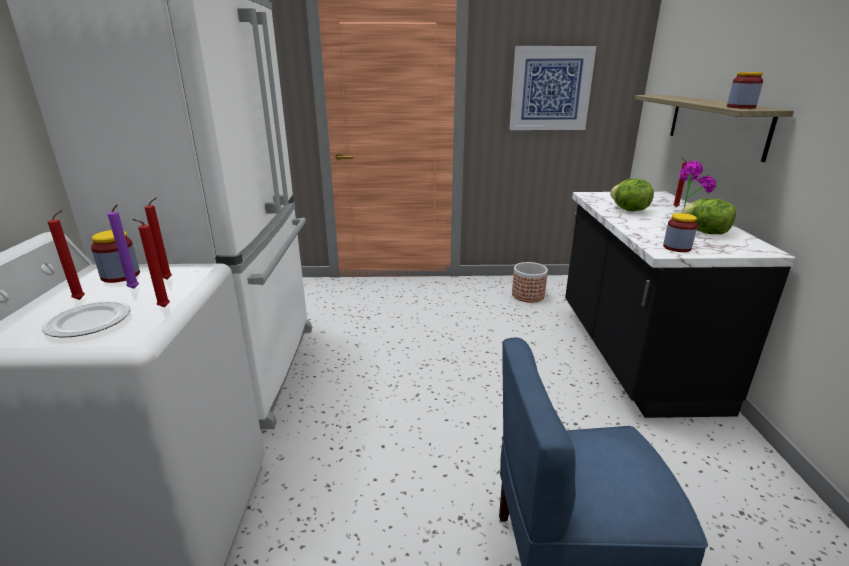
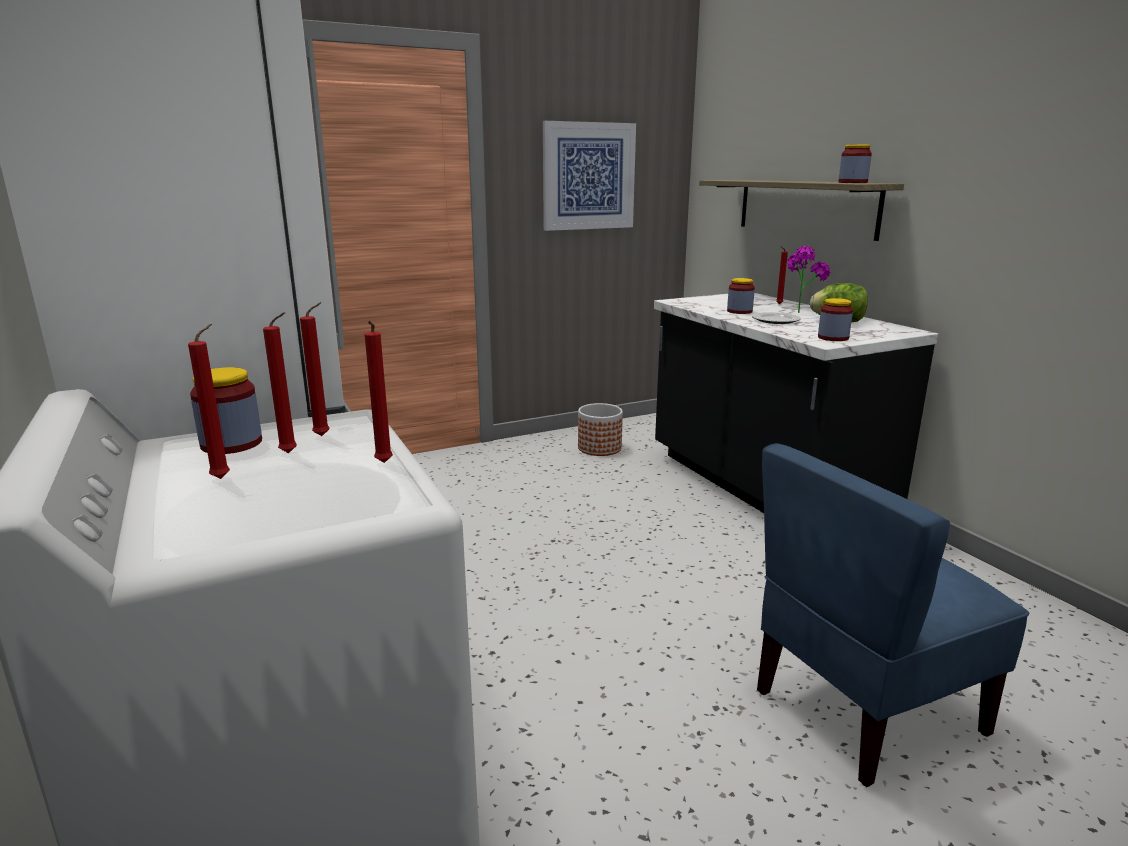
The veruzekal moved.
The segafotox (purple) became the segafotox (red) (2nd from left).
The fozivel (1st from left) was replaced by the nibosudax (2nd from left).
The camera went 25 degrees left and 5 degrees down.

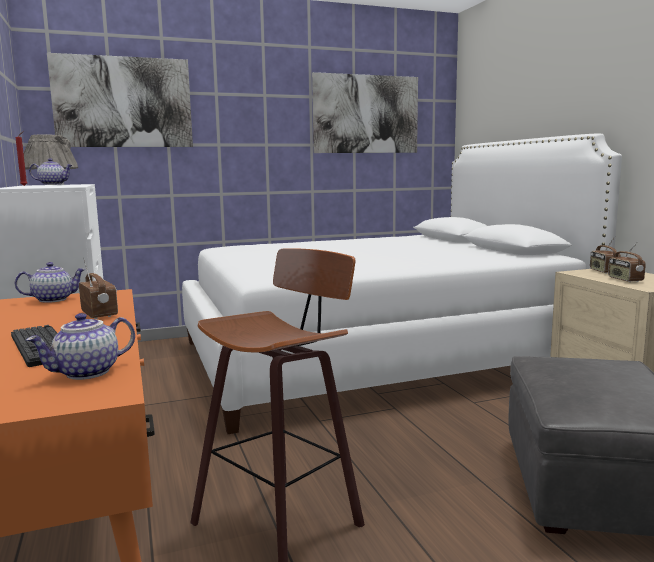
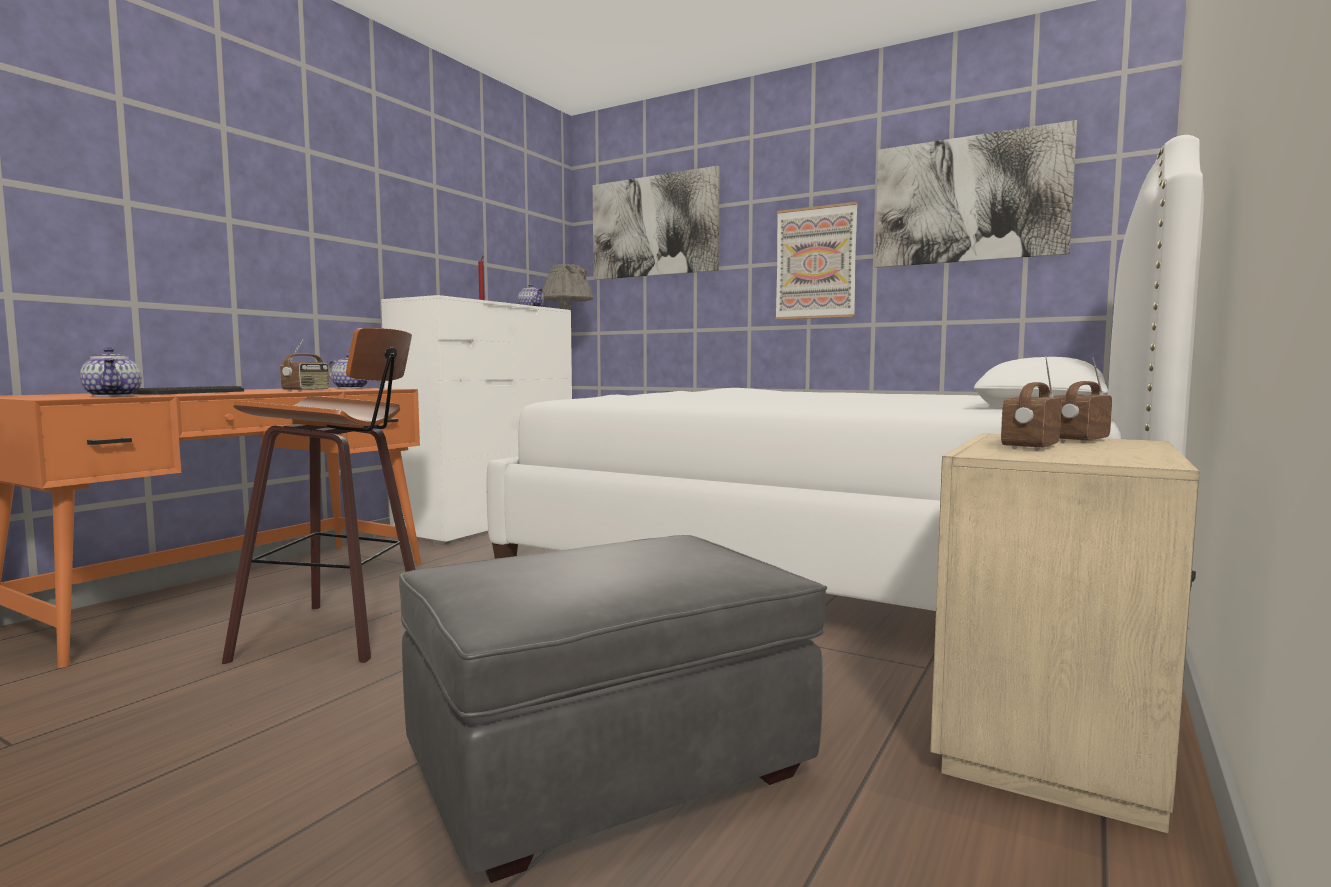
The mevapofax (3rd from left in the first image) turned 135 degrees counterclockwise.
The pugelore (2nd from left) appeared.
The camera went 50 degrees right and 5 degrees down.

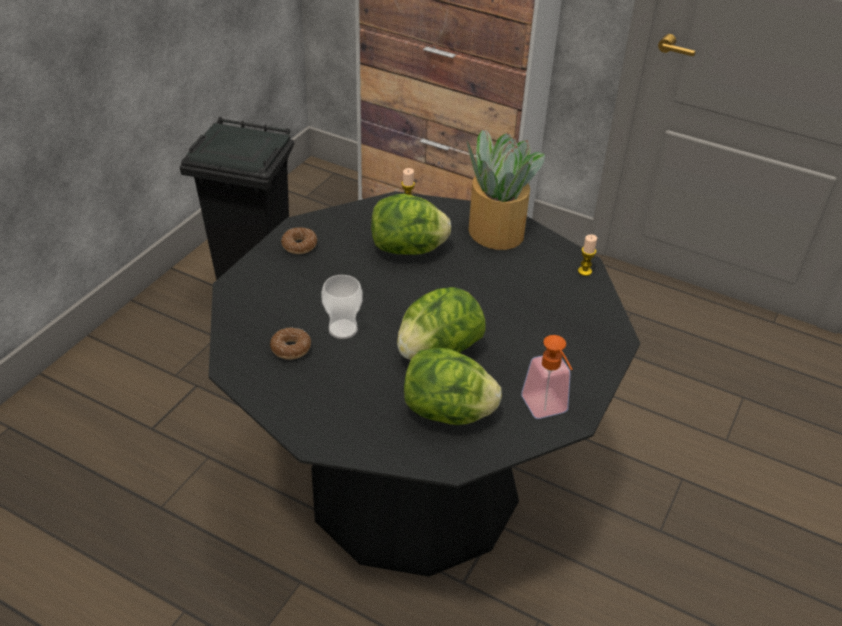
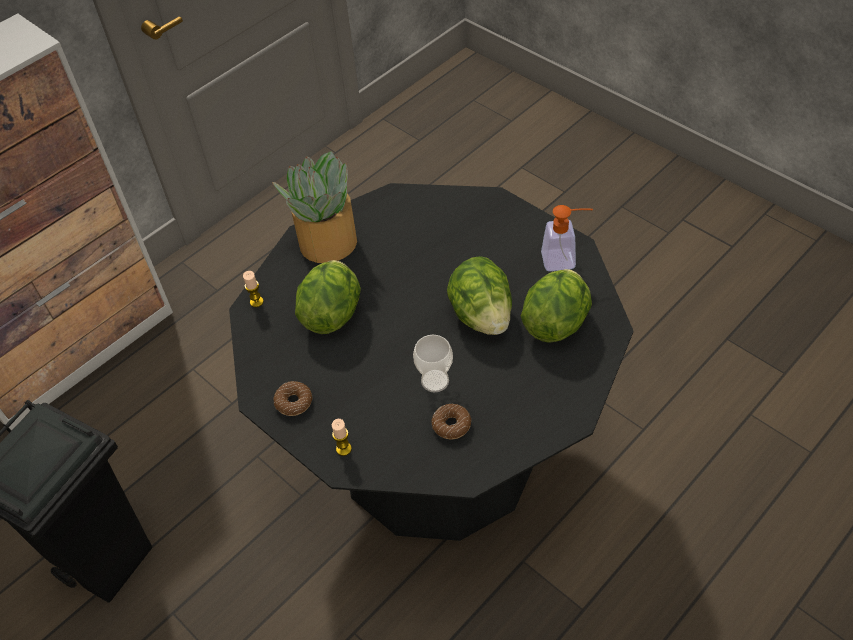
The segafotox (2nd from left) moved.
The camera went 70 degrees left and 10 degrees up.

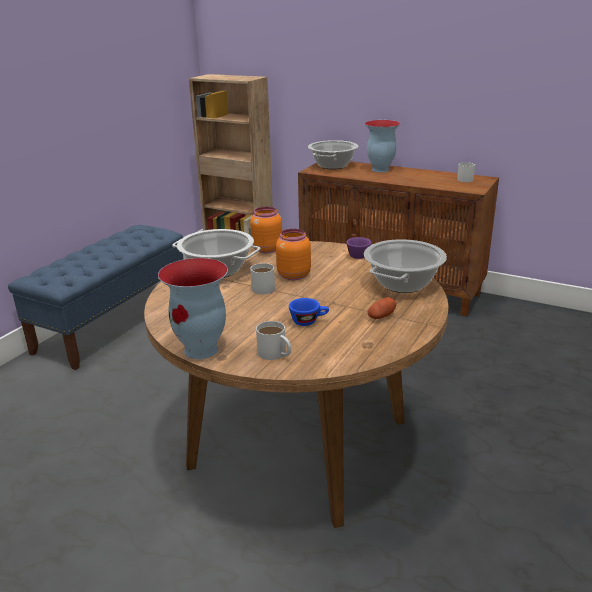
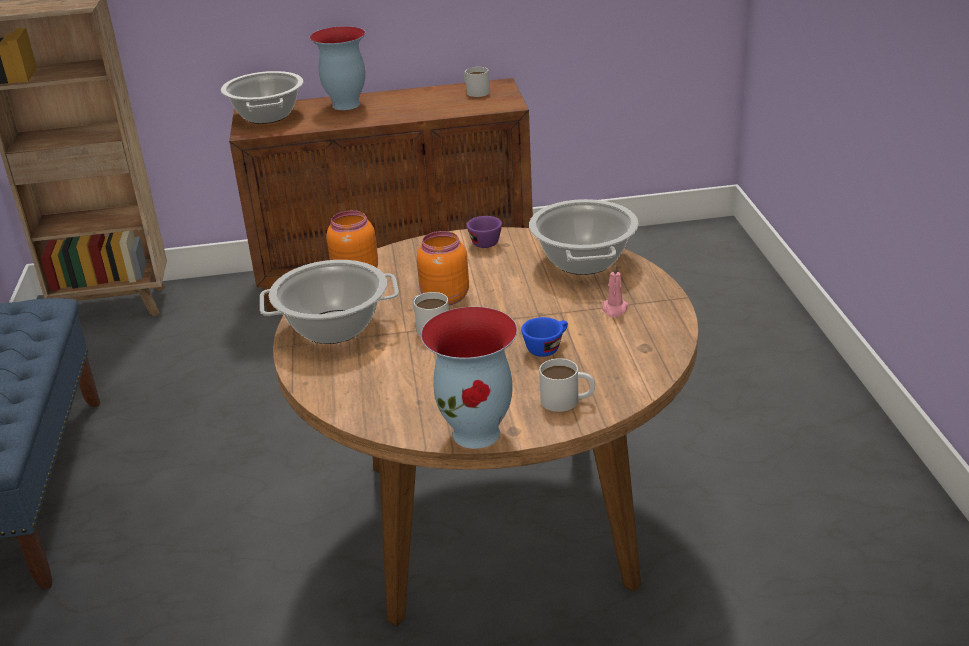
The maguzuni was replaced by the segafotox (pink).
The camera went 35 degrees left and 5 degrees up.

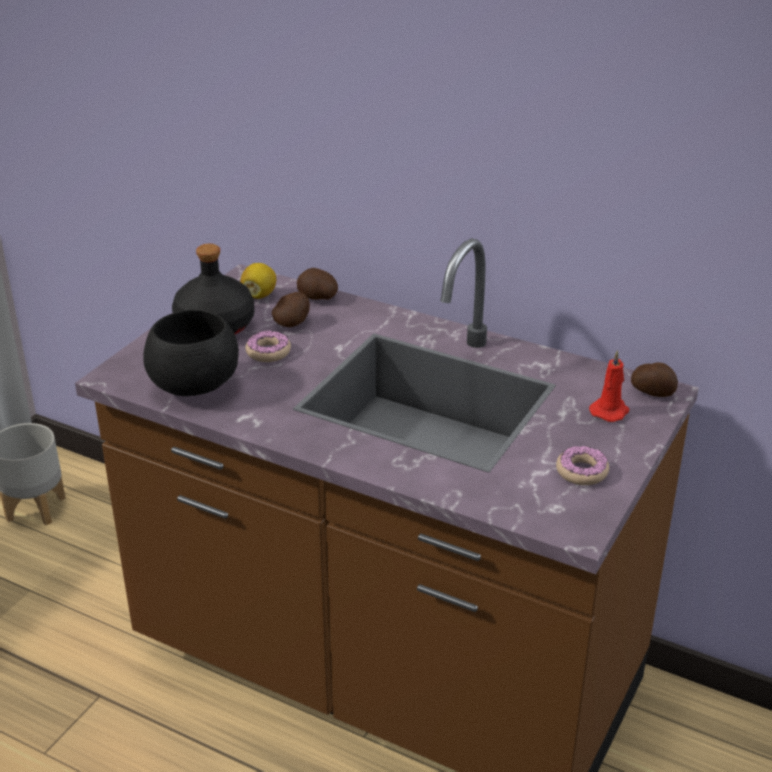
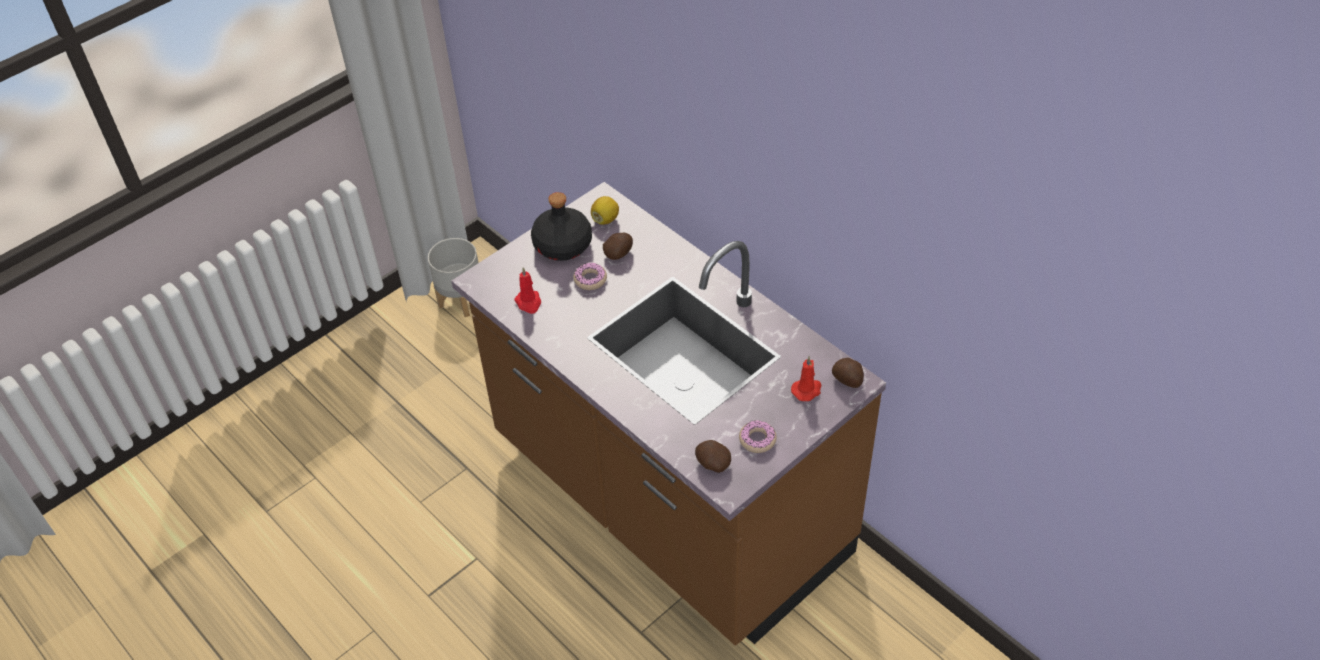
The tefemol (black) was replaced by the segafotox (red) (1st from left).
The maguzuni (2nd from left) moved.
The camera went 20 degrees right and 15 degrees up.

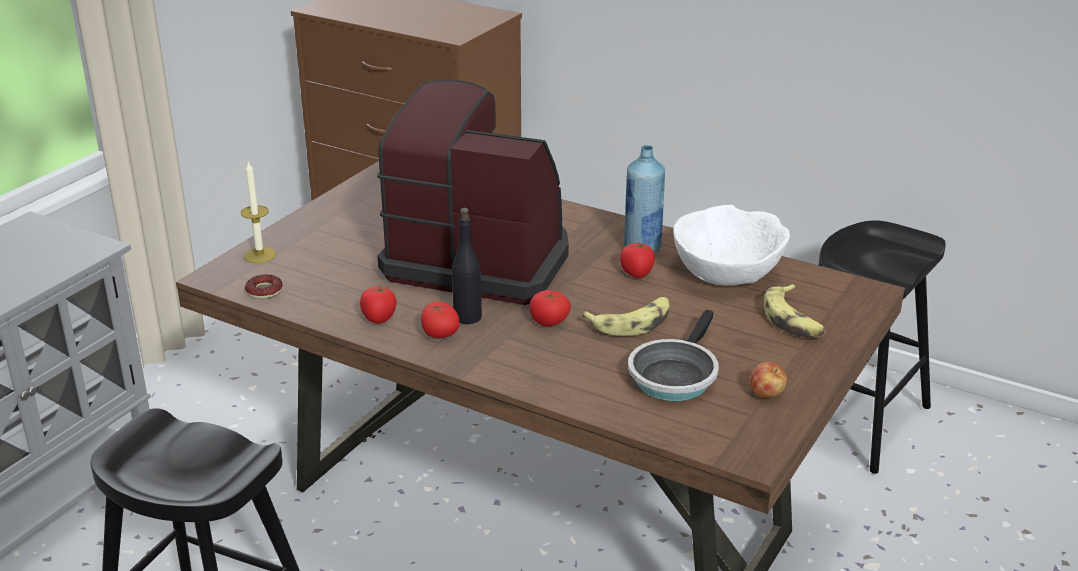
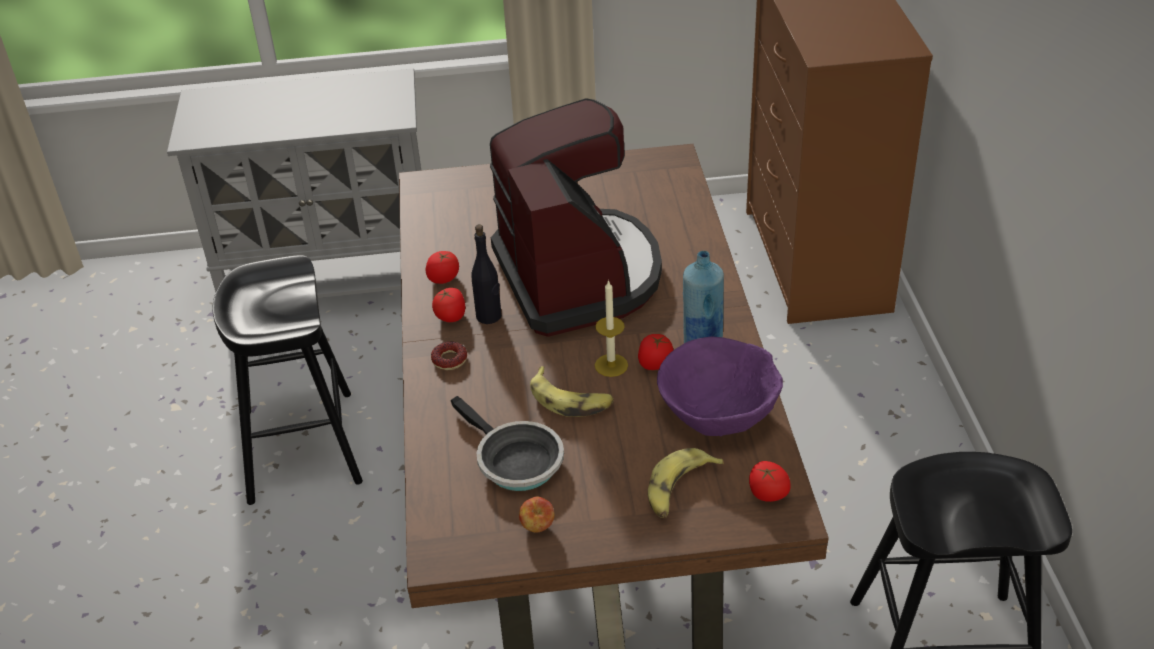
The segafotox moved.
The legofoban moved.
The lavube (3rd from left in the first image) moved.
The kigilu turned 120 degrees counterclockwise.
The tefemol (white) became the tefemol (purple).
The camera went 55 degrees right and 10 degrees up.

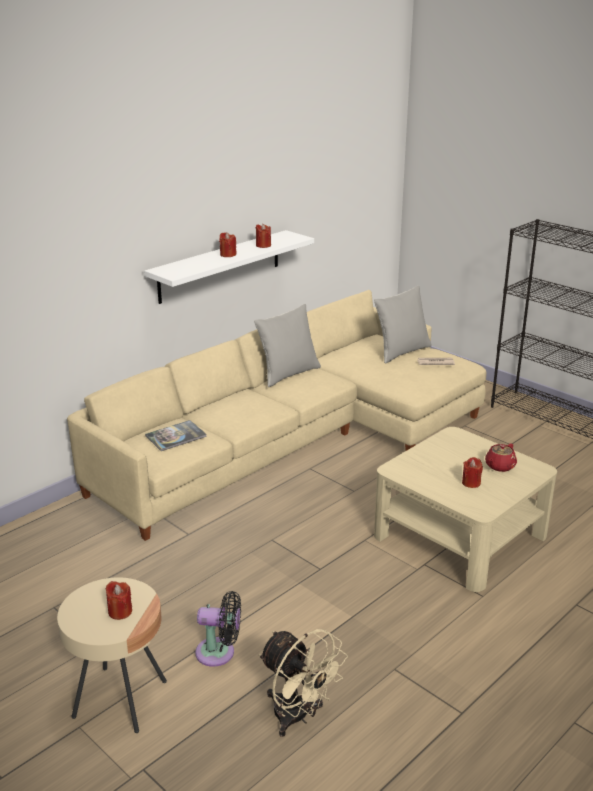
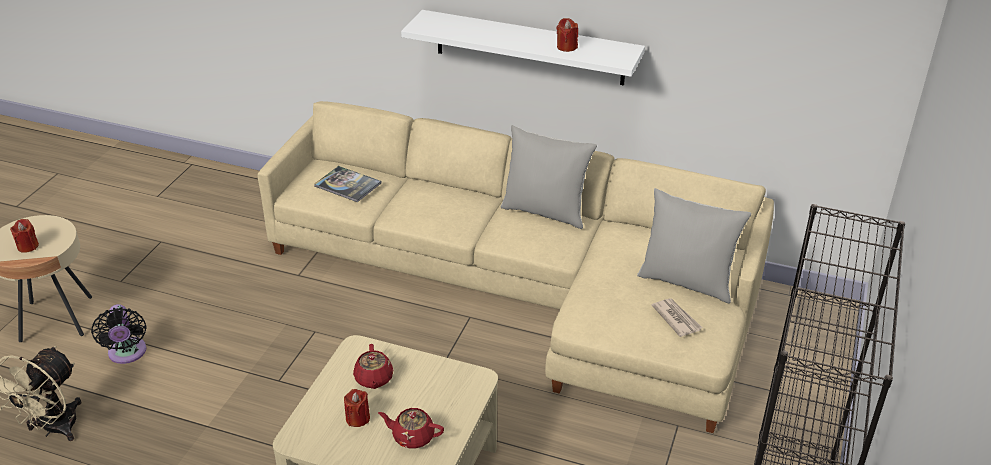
The segafotox (red) (2nd from left) disappeared.
The mevapofax (red) (1st from left) appeared.
The camera went 65 degrees right and 10 degrees up.

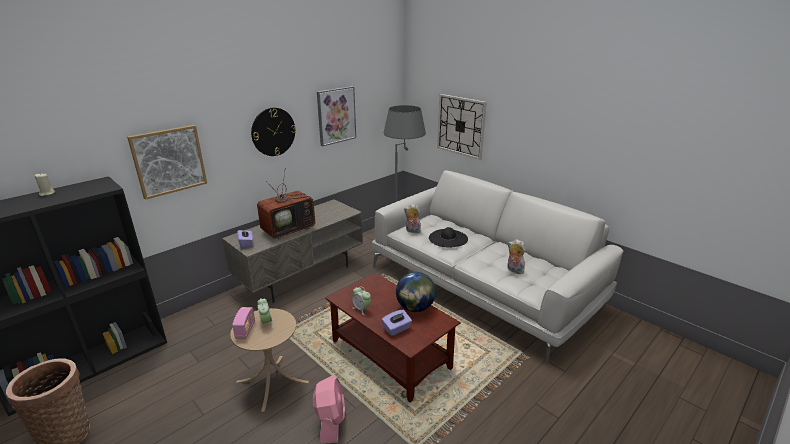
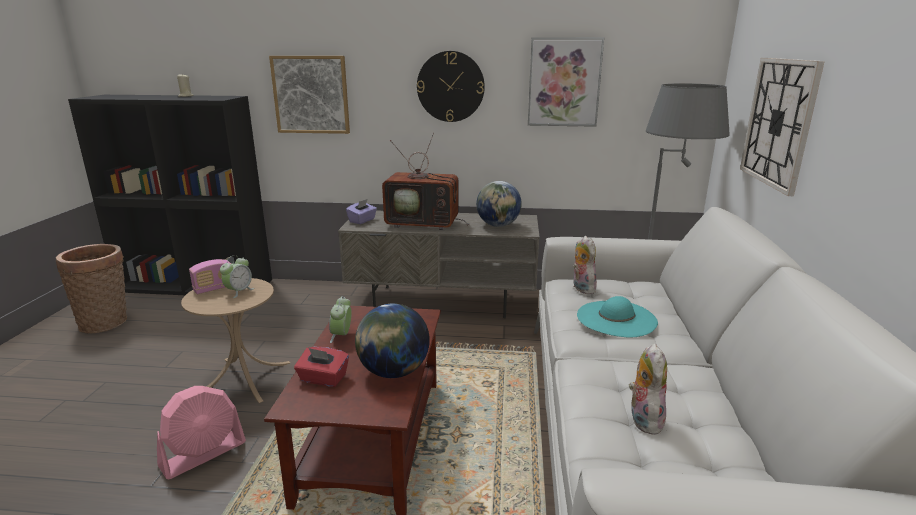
The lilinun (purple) (2nd from left) became the lilinun (red).
The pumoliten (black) became the pumoliten (turquoise).
The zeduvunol (2nd from left) appeared.
The camera went 50 degrees right and 5 degrees down.

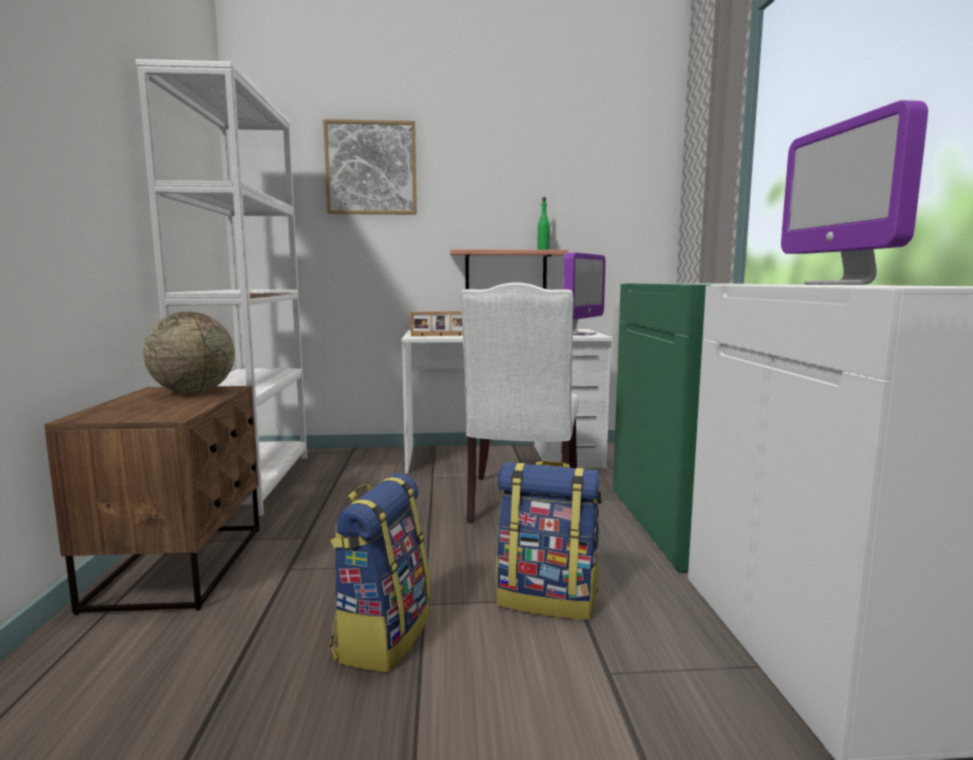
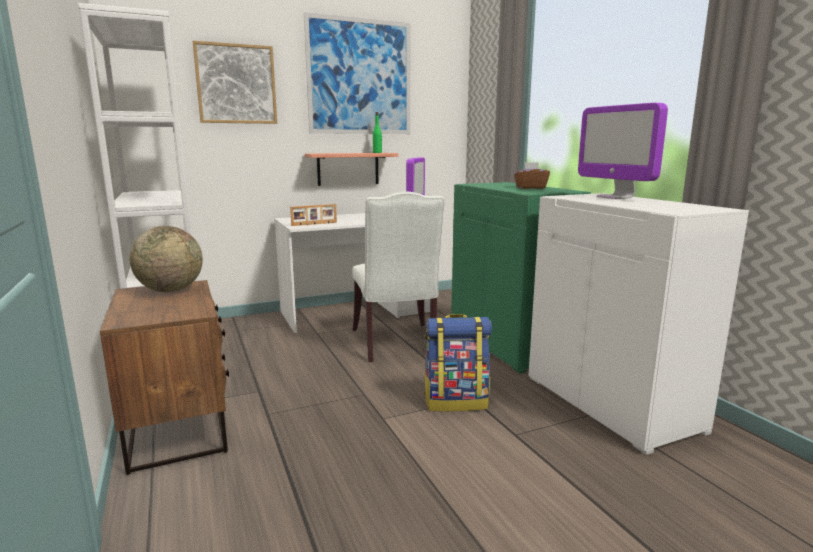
The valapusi (1st from left) disappeared.
The pugelore (2nd from left) appeared.
The lilinun (brown) appeared.
The camera went 20 degrees left and 5 degrees up.

